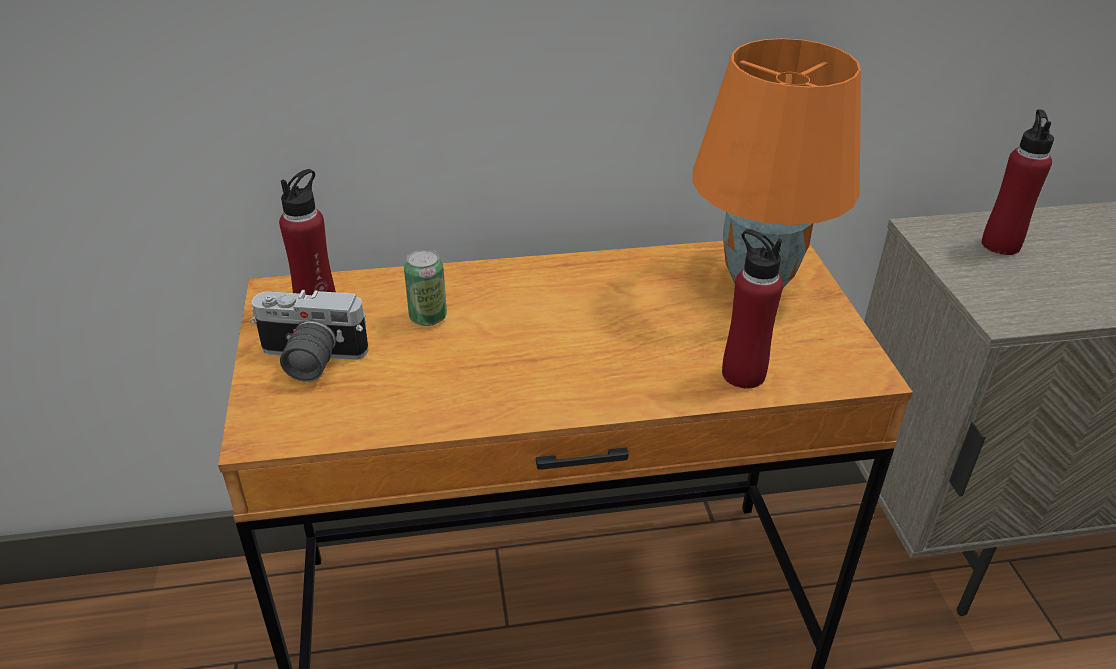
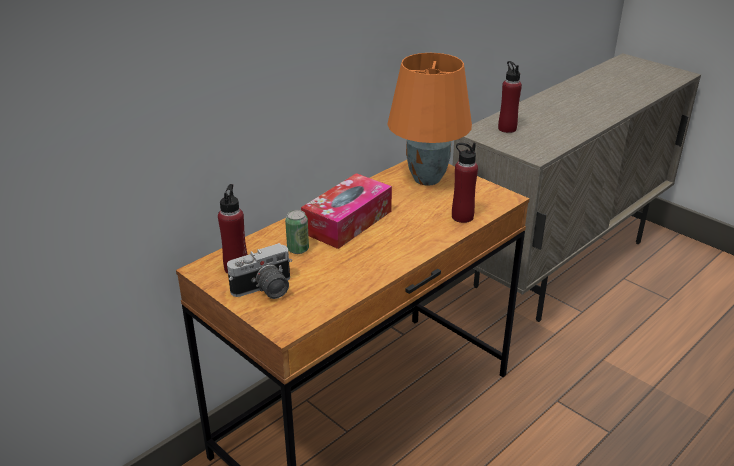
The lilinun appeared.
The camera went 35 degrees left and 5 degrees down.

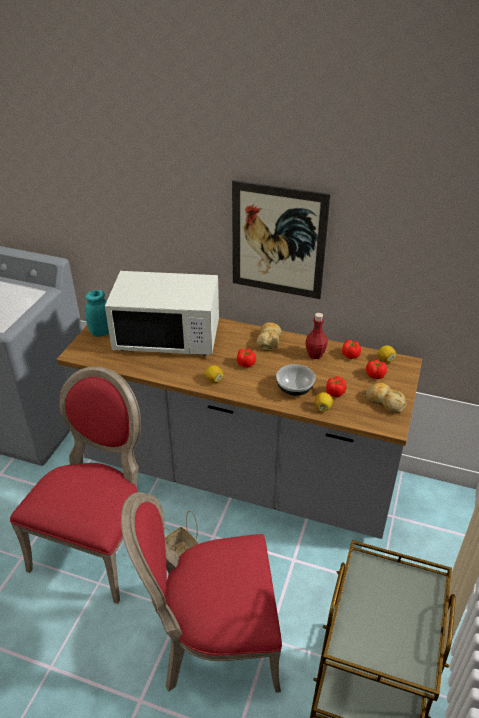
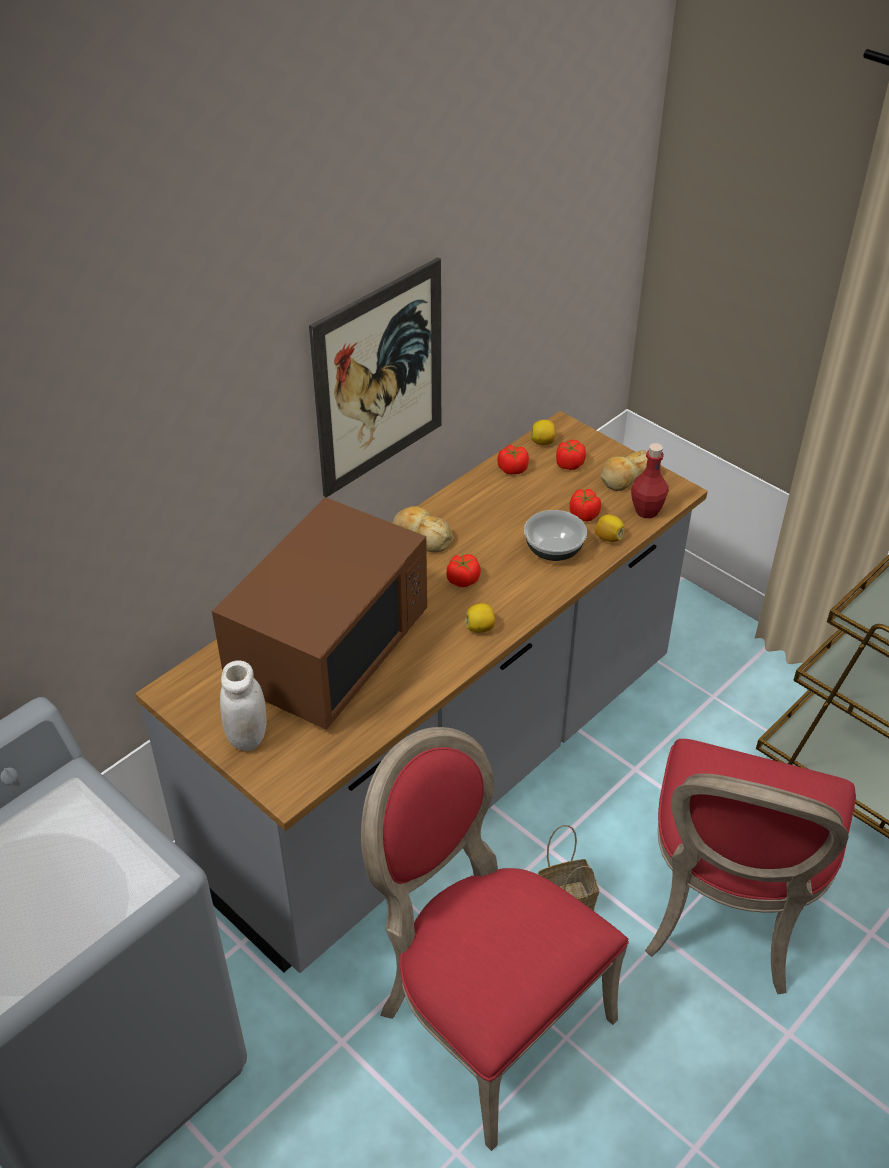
The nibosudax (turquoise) became the nibosudax (white).
The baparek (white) became the baparek (brown).
The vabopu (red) moved.
The camera went 65 degrees left and 5 degrees up.

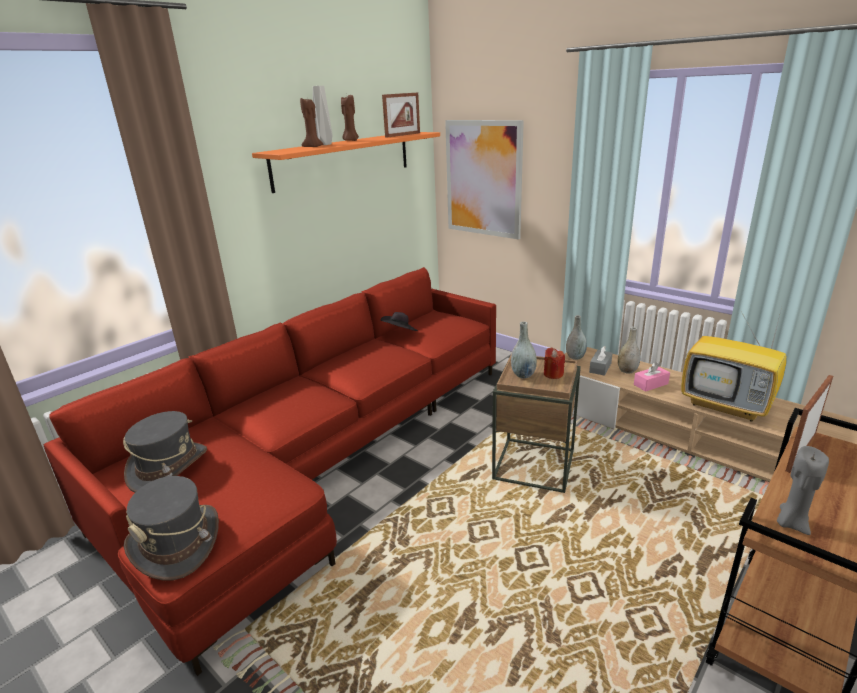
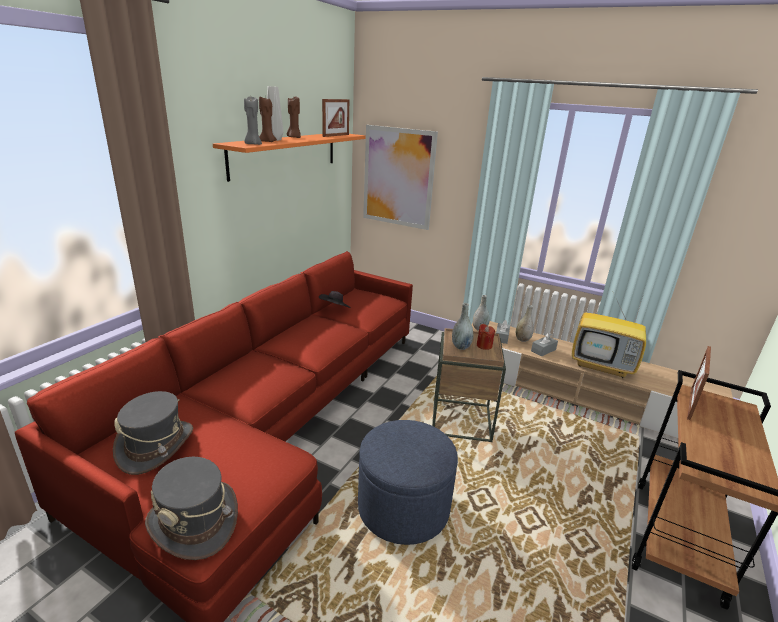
The lilinun (pink) became the lilinun (grey) (2nd from left).
The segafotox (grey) moved.
The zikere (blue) appeared.
The camera went 15 degrees left and 0 degrees up.

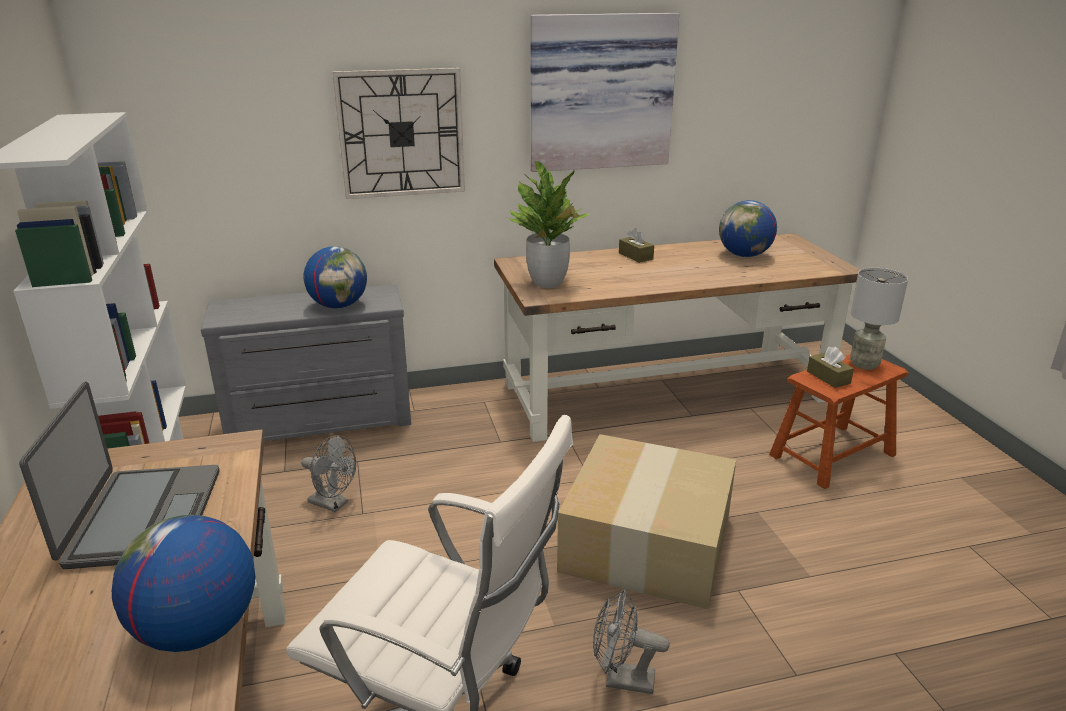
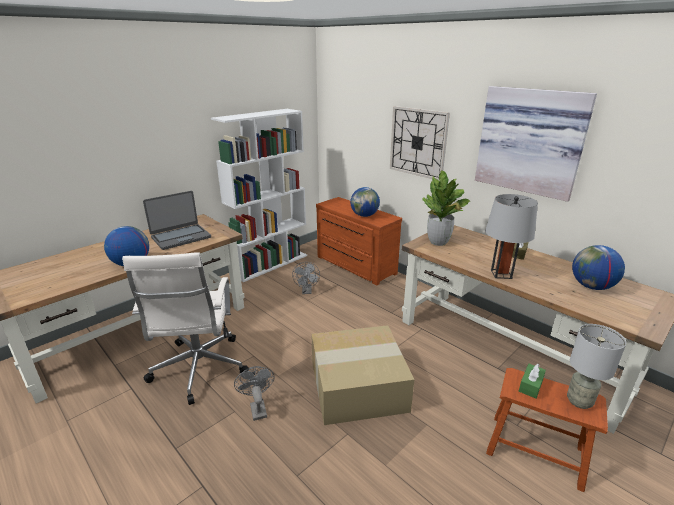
The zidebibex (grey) became the zidebibex (brown).
The lilinun (brown) (2nd from left) became the lilinun (green).
The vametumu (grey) (1st from left) appeared.
The camera went 60 degrees right and 0 degrees up.

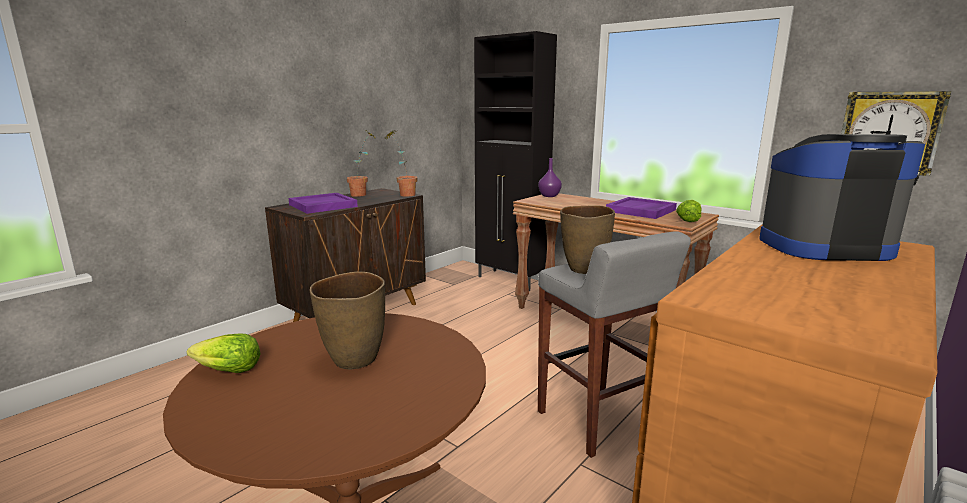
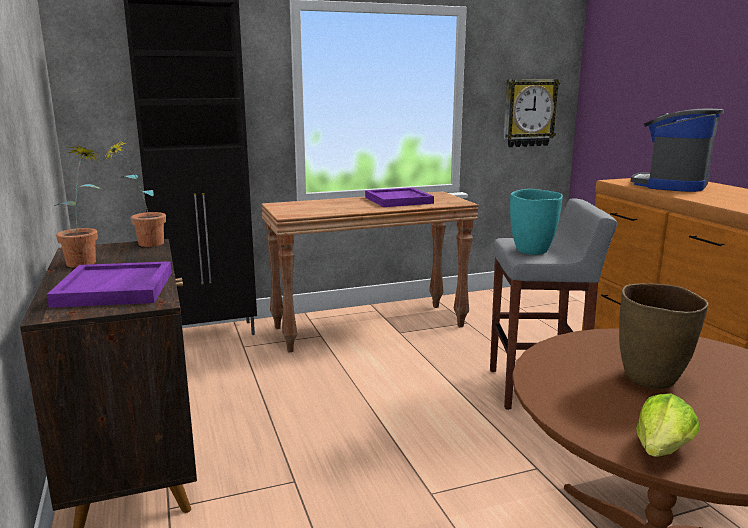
The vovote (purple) disappeared.
The vovote (brown) (2nd from left) became the vovote (turquoise).
The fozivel (2nd from left) disappeared.
The camera went 60 degrees left and 0 degrees up.

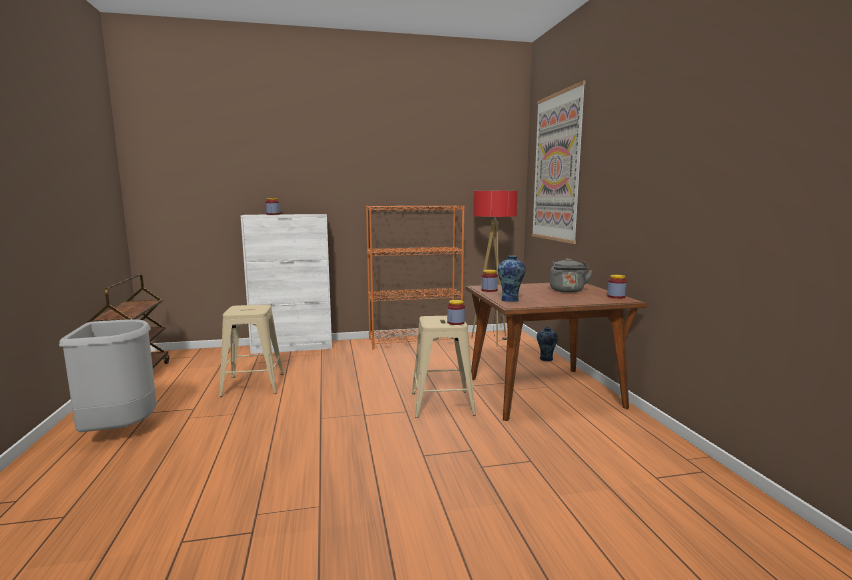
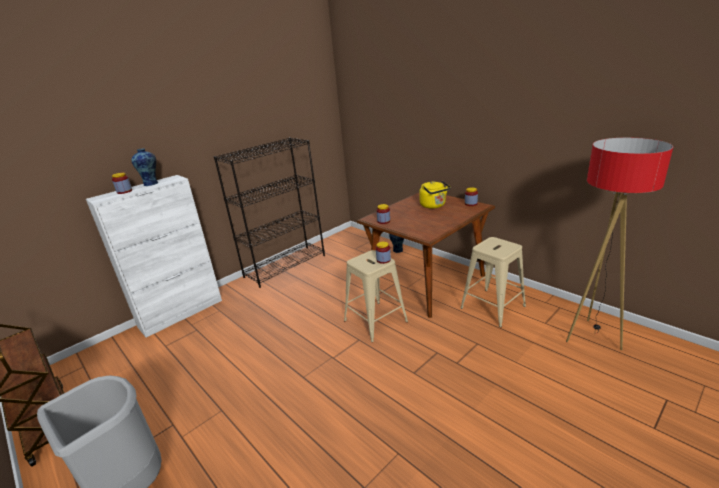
The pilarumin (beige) (1st from left in the first image) moved.
The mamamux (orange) became the mamamux (black).
The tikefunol moved.
The vovote (1st from left) moved.
The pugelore disappeared.
The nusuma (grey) became the nusuma (yellow).
The camera went 30 degrees left and 15 degrees up.

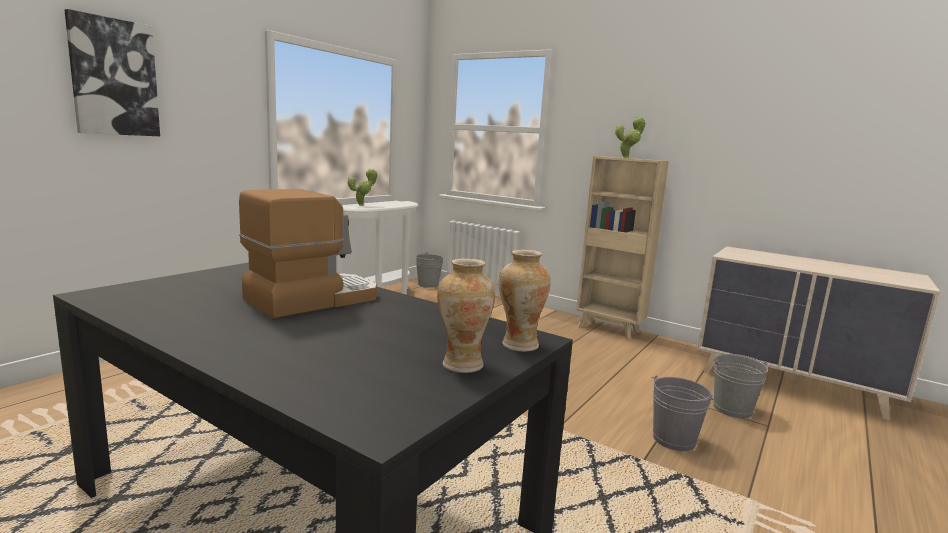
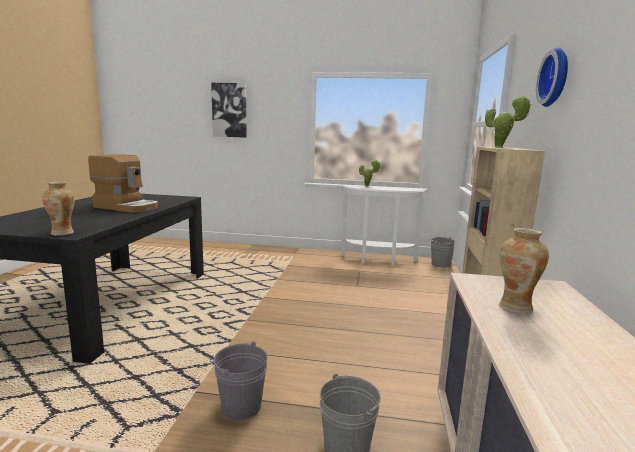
The vovote (1st from left in the first image) moved.
The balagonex appeared.
The camera went 65 degrees right and 0 degrees up.

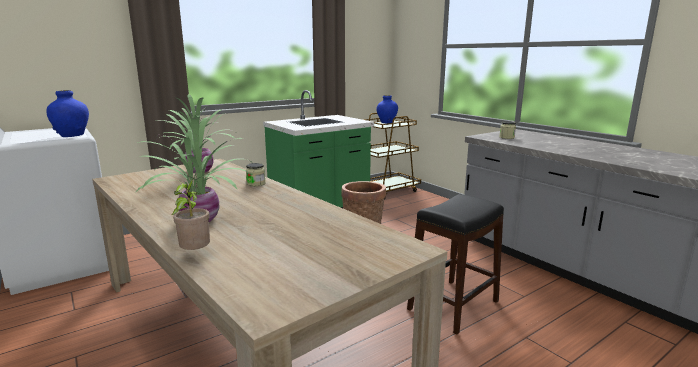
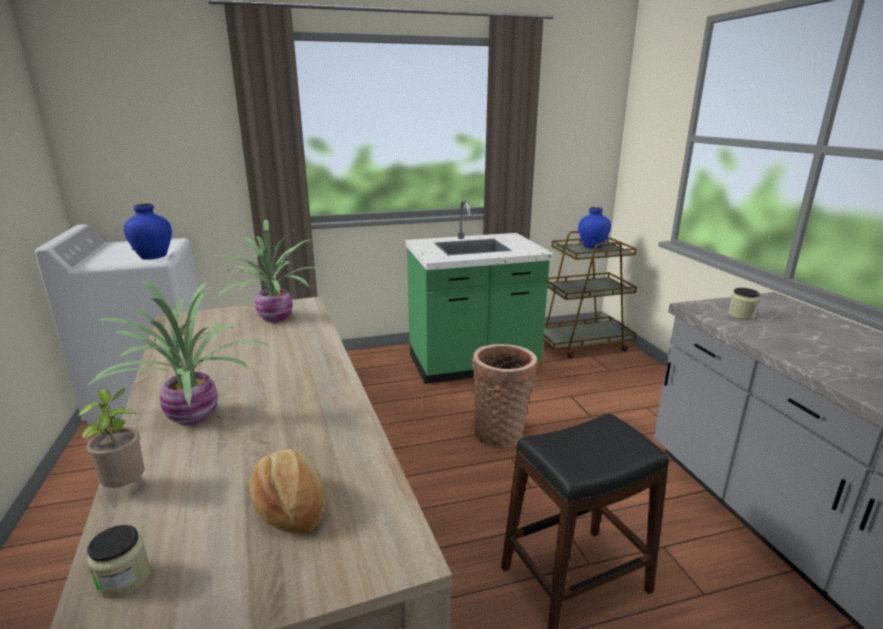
The nibosudax (1st from left) moved.
The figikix appeared.
The camera went 20 degrees right and 5 degrees up.

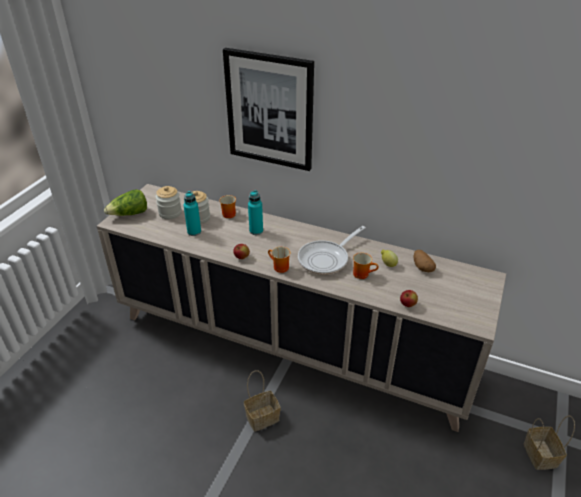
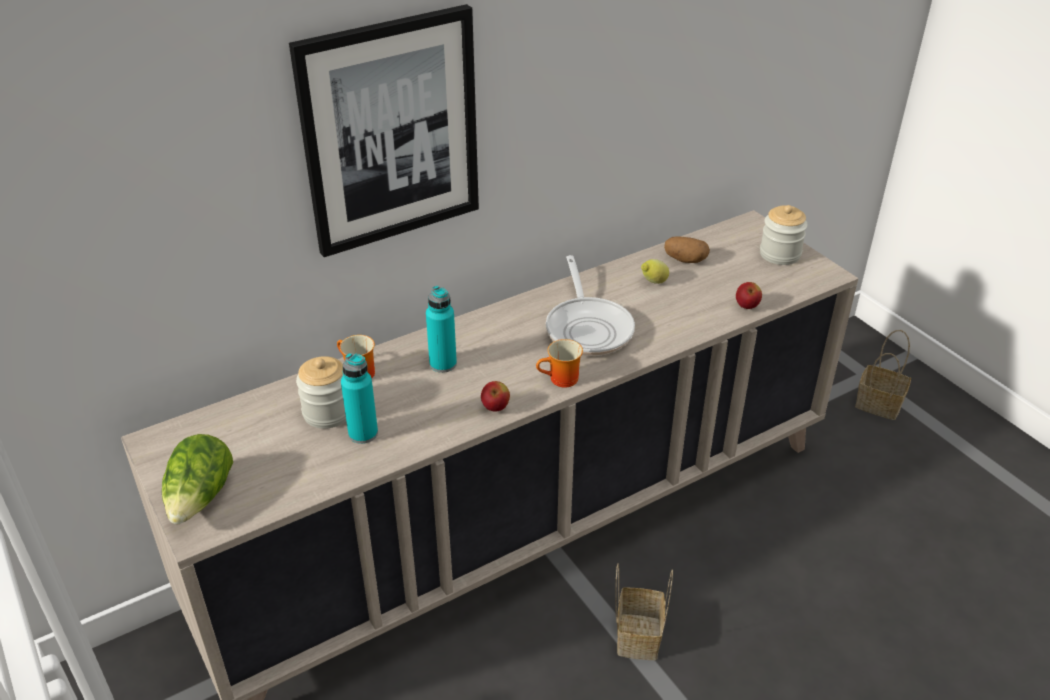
The nibosudax (1st from left in the first image) moved.
The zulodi (3rd from left) disappeared.
The camera went 55 degrees left and 0 degrees up.

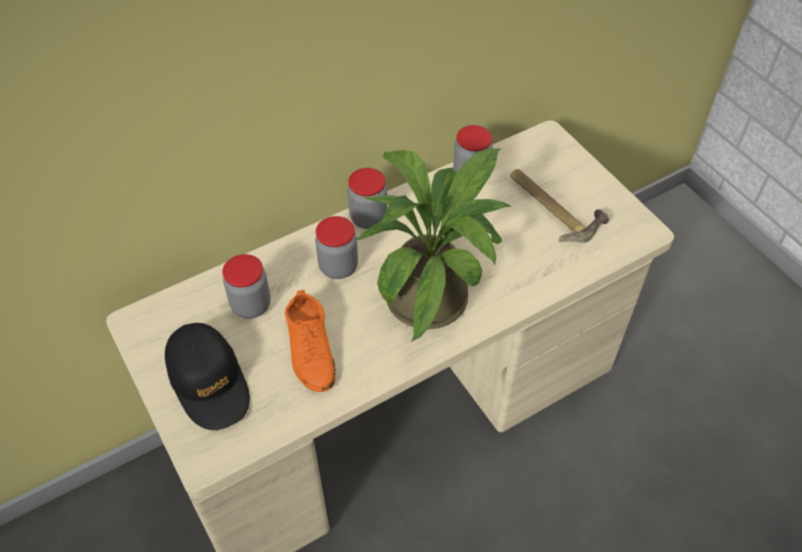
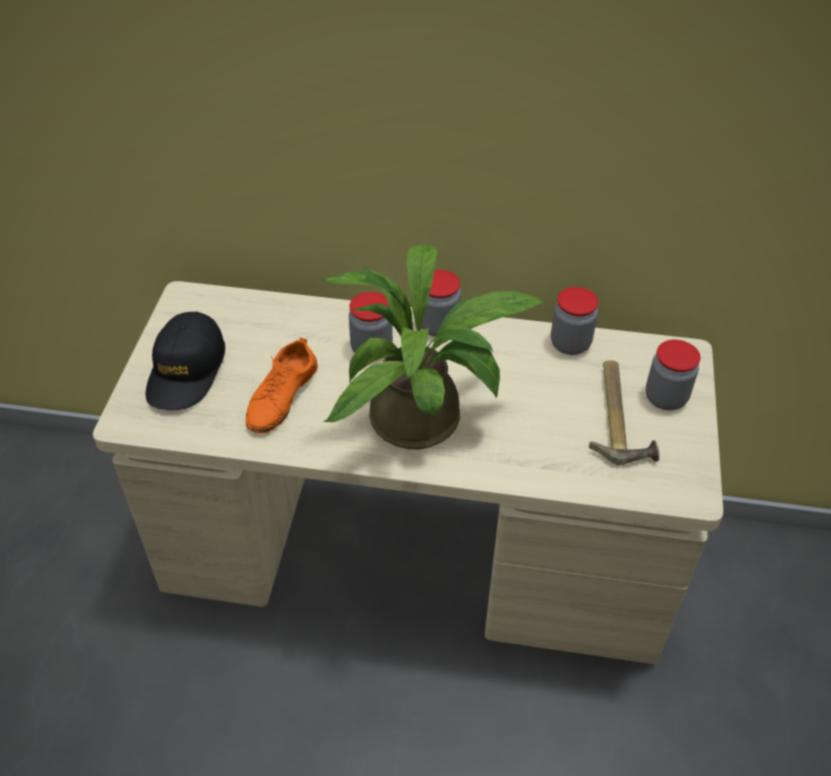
The nibosudax (1st from left in the first image) moved.
The camera went 40 degrees right and 5 degrees down.

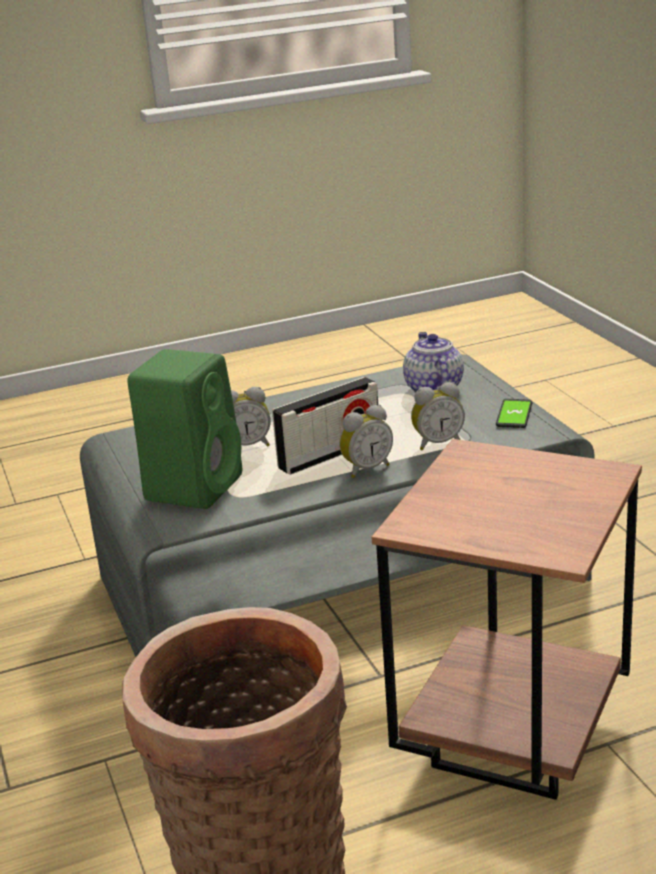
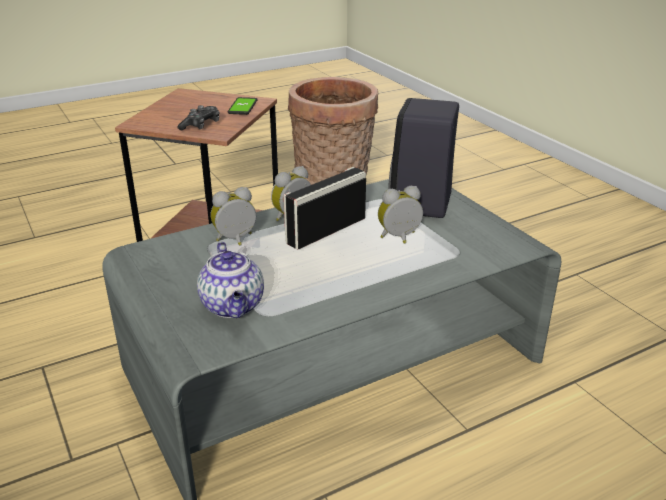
The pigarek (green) became the pigarek (black).
The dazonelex moved.
The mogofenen appeared.
The camera went 170 degrees right and 5 degrees up.

